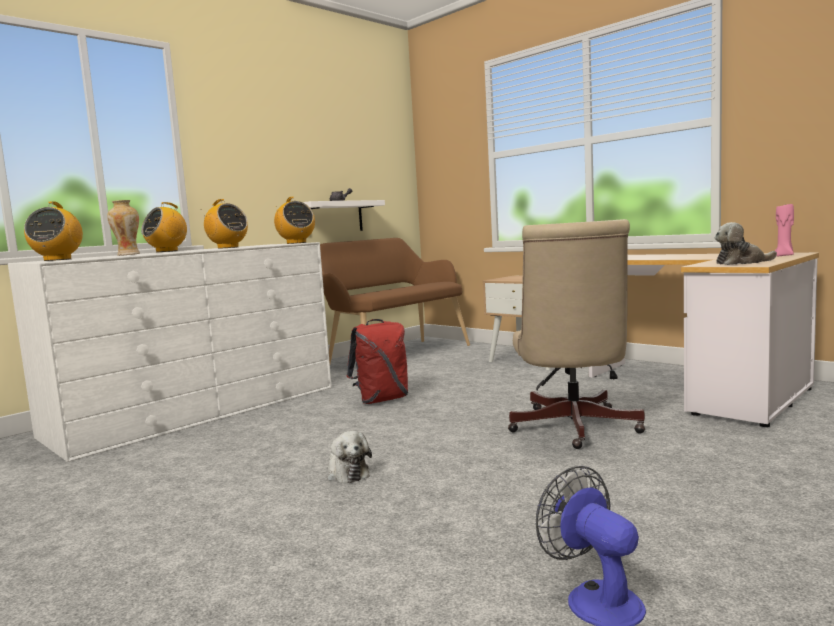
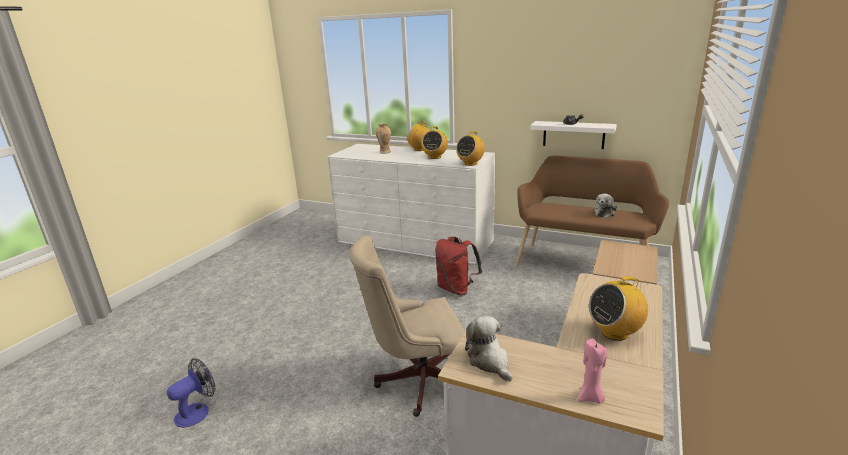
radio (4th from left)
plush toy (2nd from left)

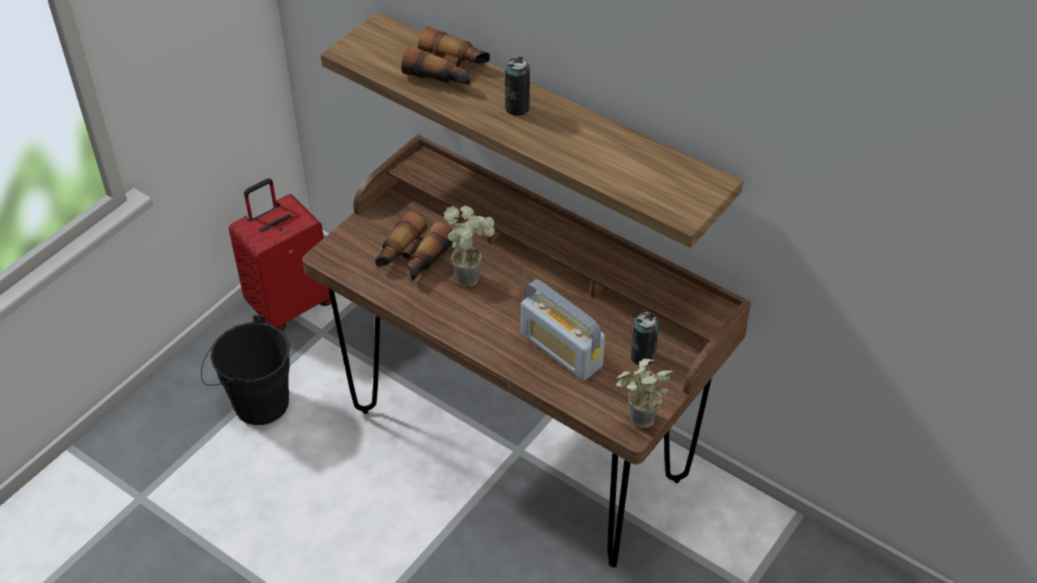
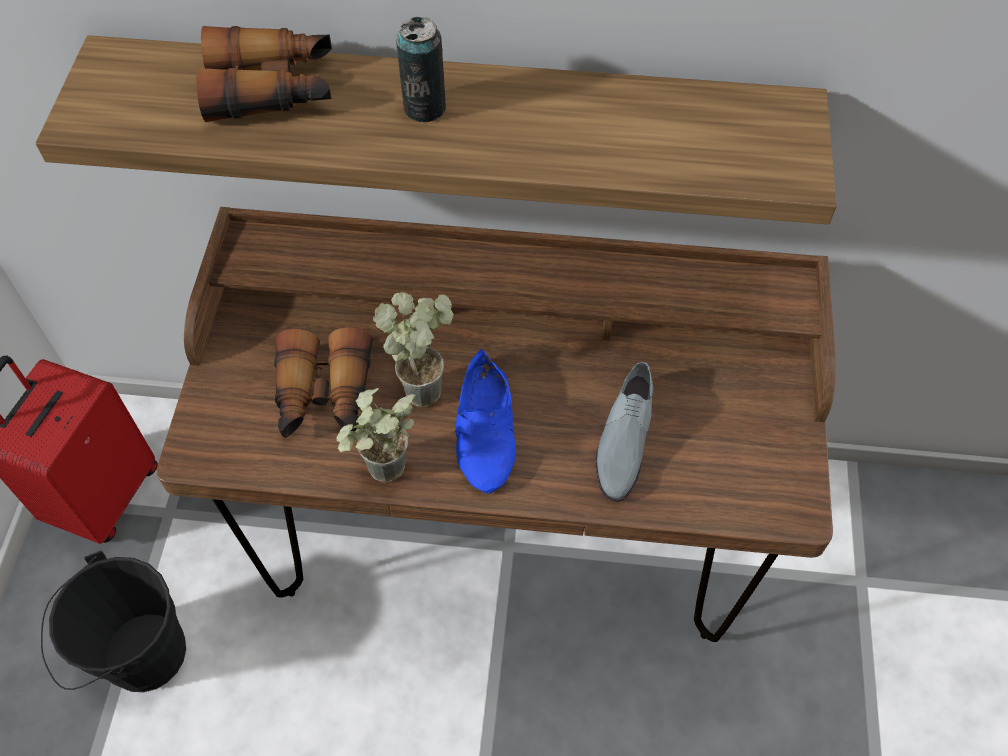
grey shoe
can (2nd from left in the first image)
potted plant (1st from left)
blue shoe

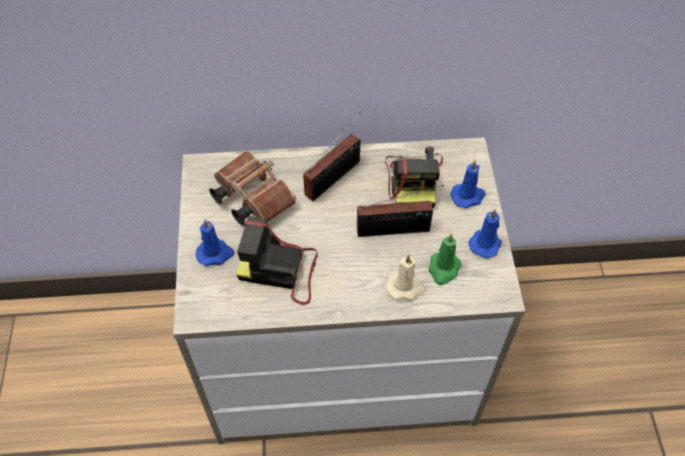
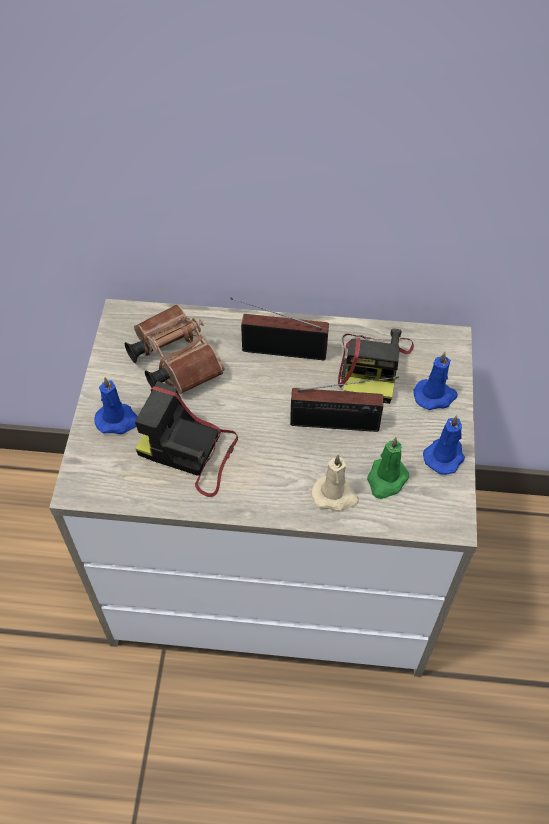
radio (1st from left)

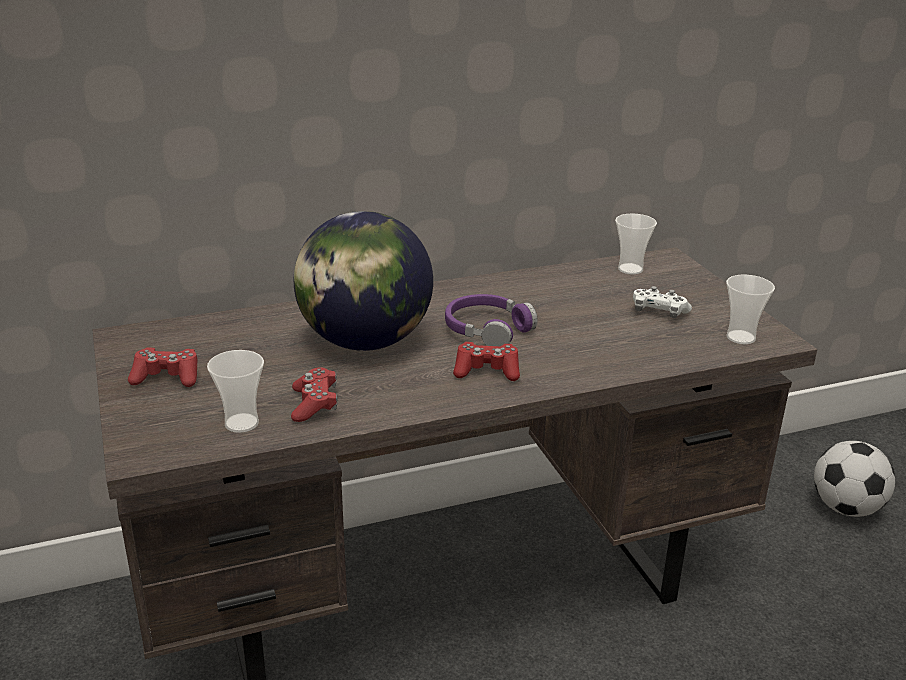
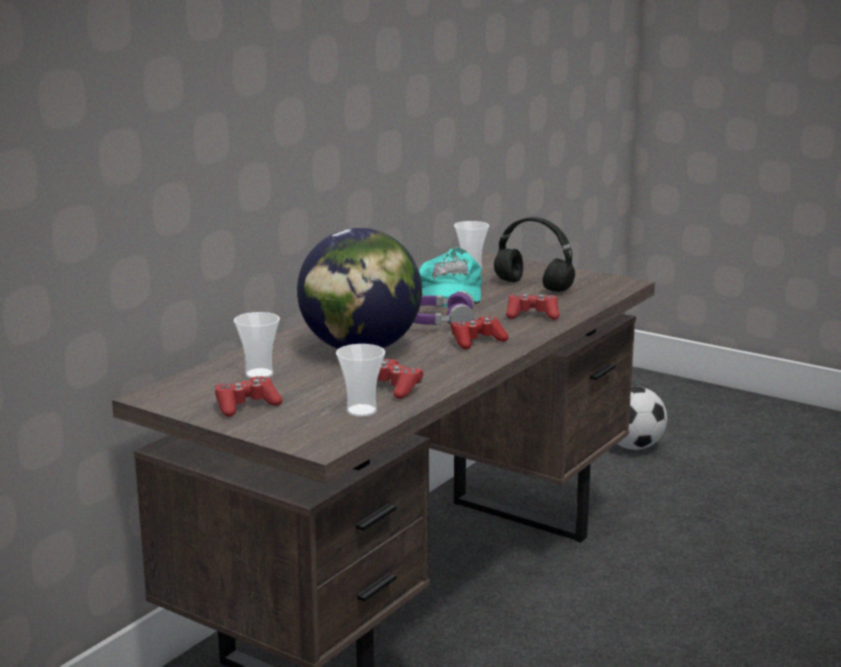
cup (1st from left)
black headphones
turquoise cap
red game controller (4th from left)

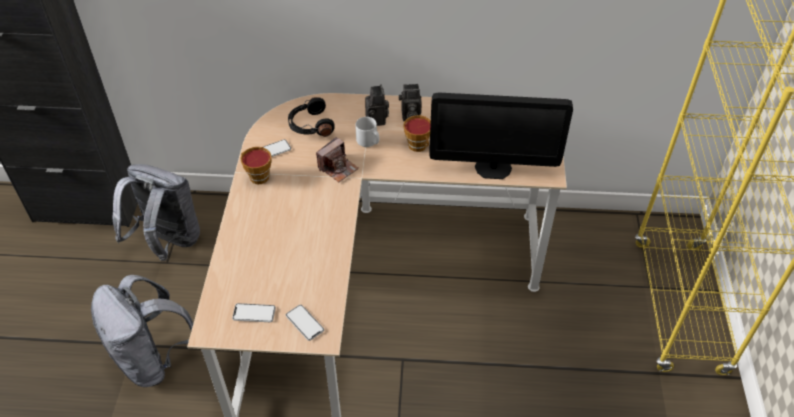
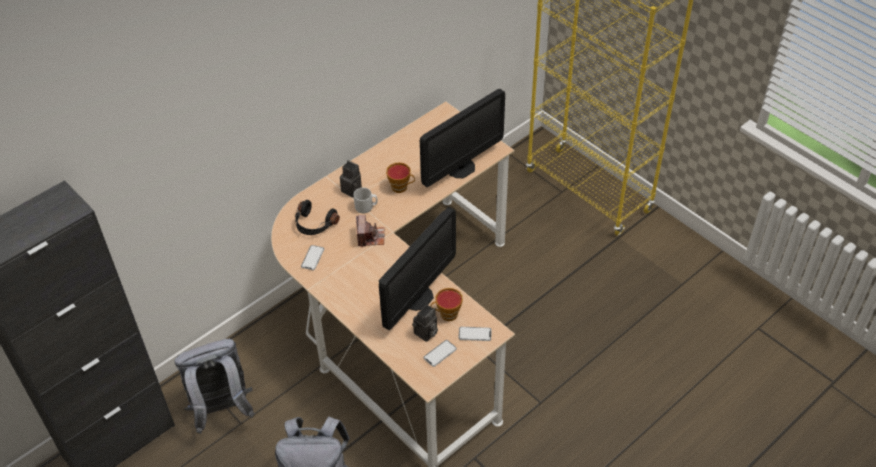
photo camera (3rd from left)
cup (2nd from left)
monitor (1st from left)

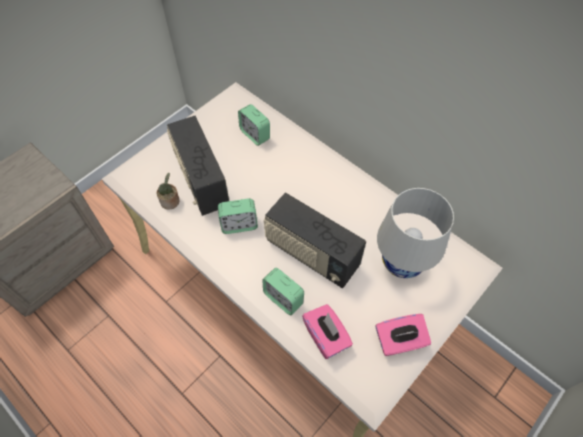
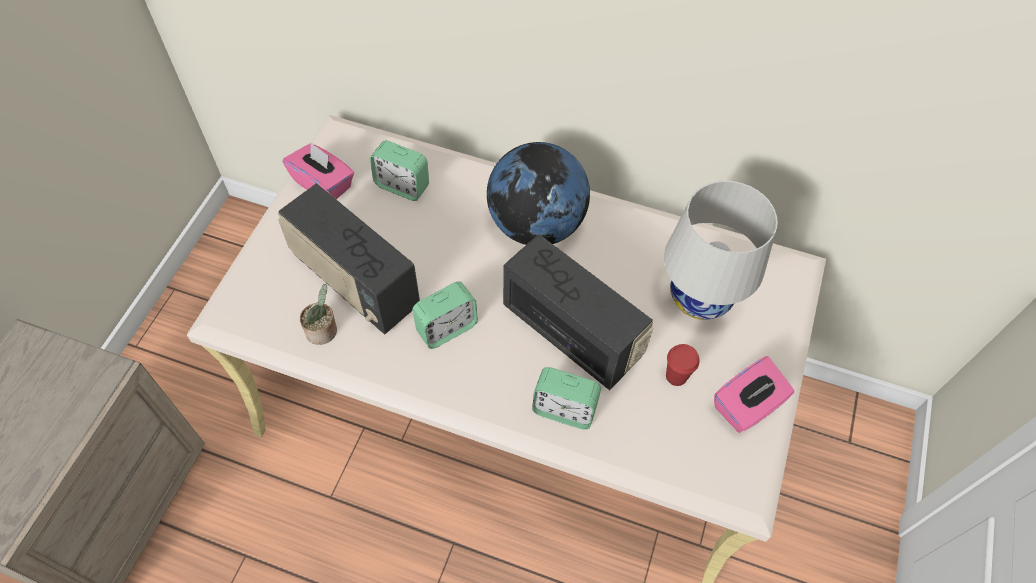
radio (2nd from left)
pink tissue box (1st from left)
globe
red cup

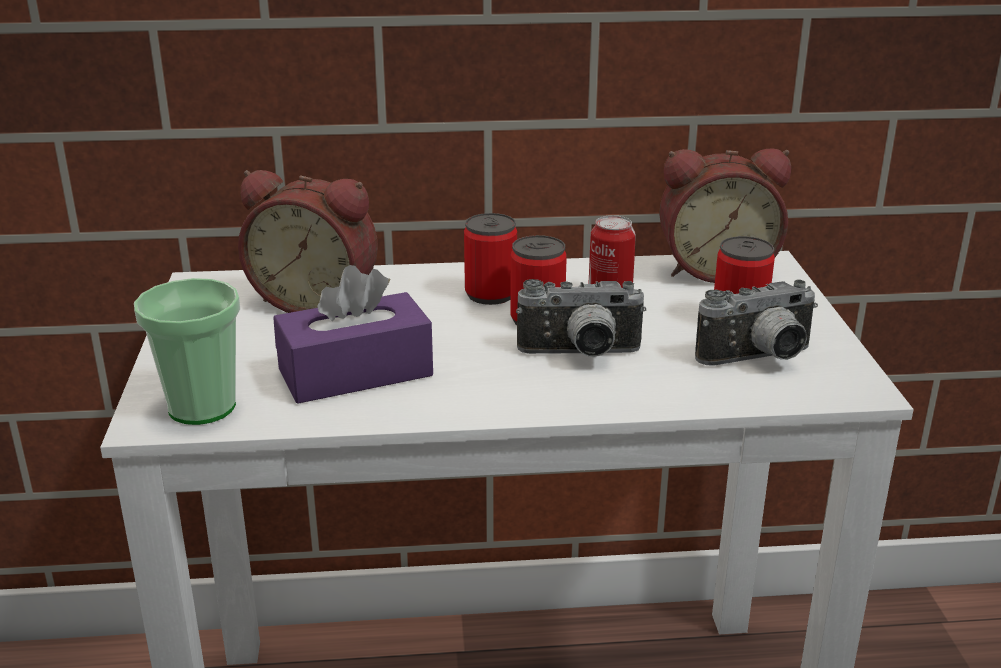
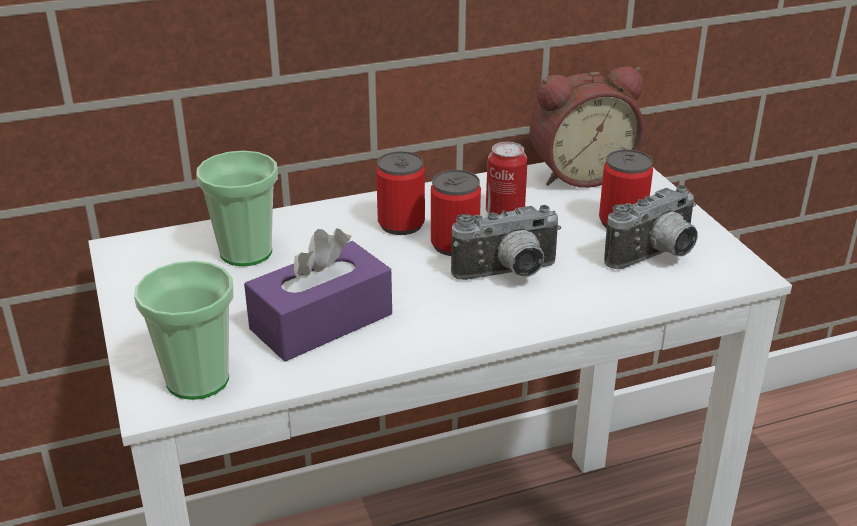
cup (2nd from left)

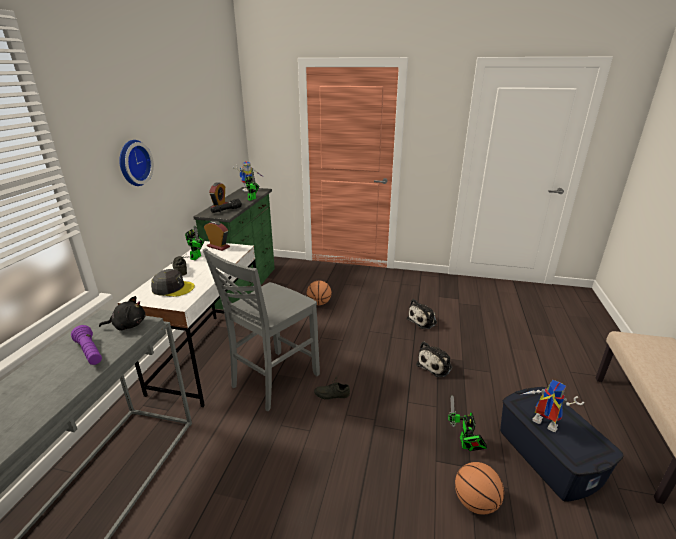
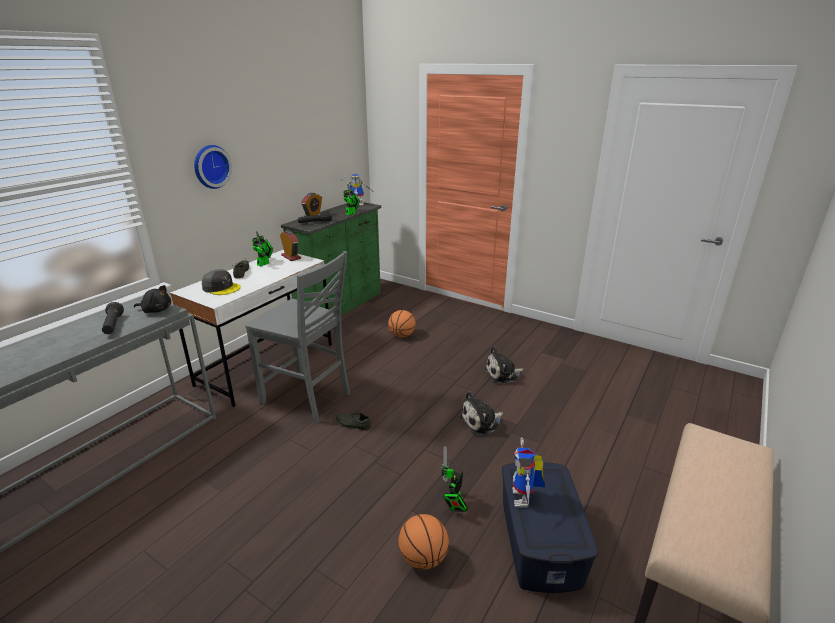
grey chair
black flashlight (1st from left)
toy robot (5th from left)

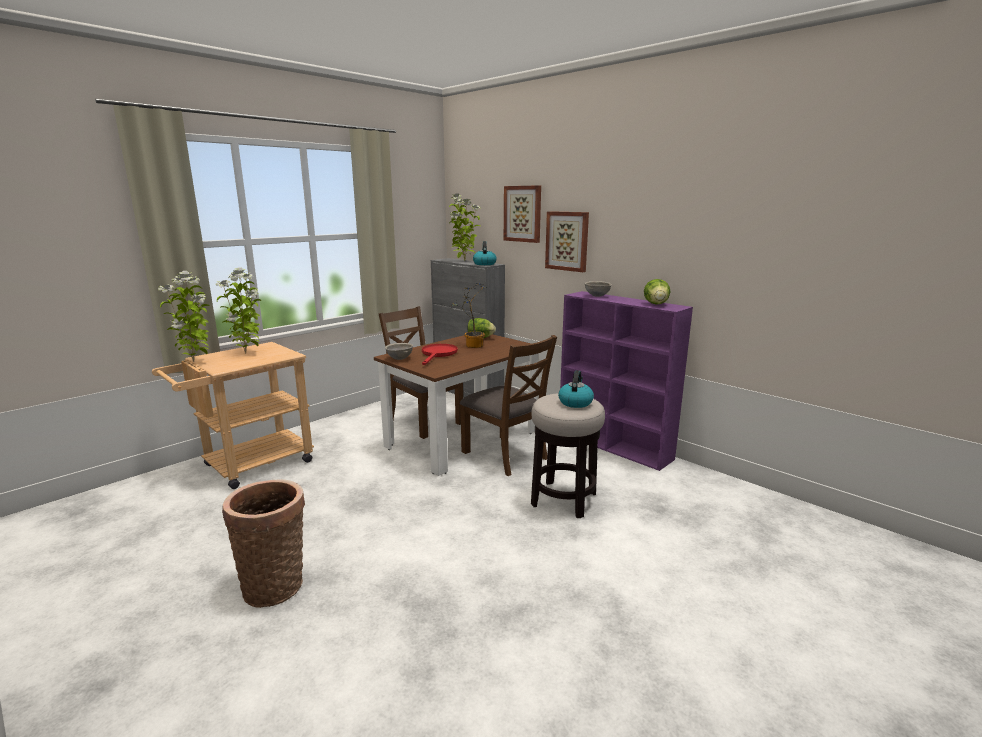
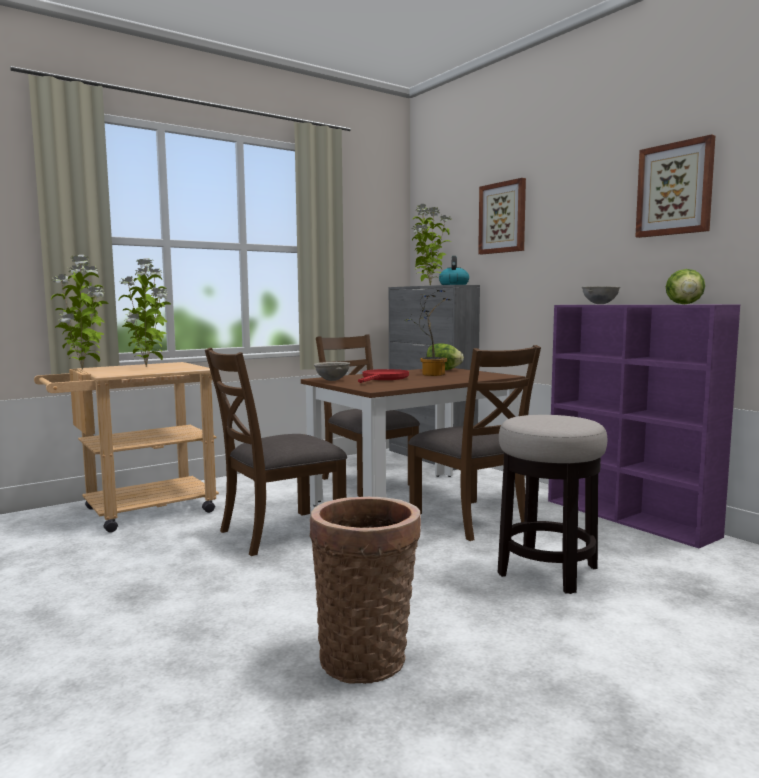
picture (2nd from left)
kettle (2nd from left in the first image)
basket
brown chair (1st from left)

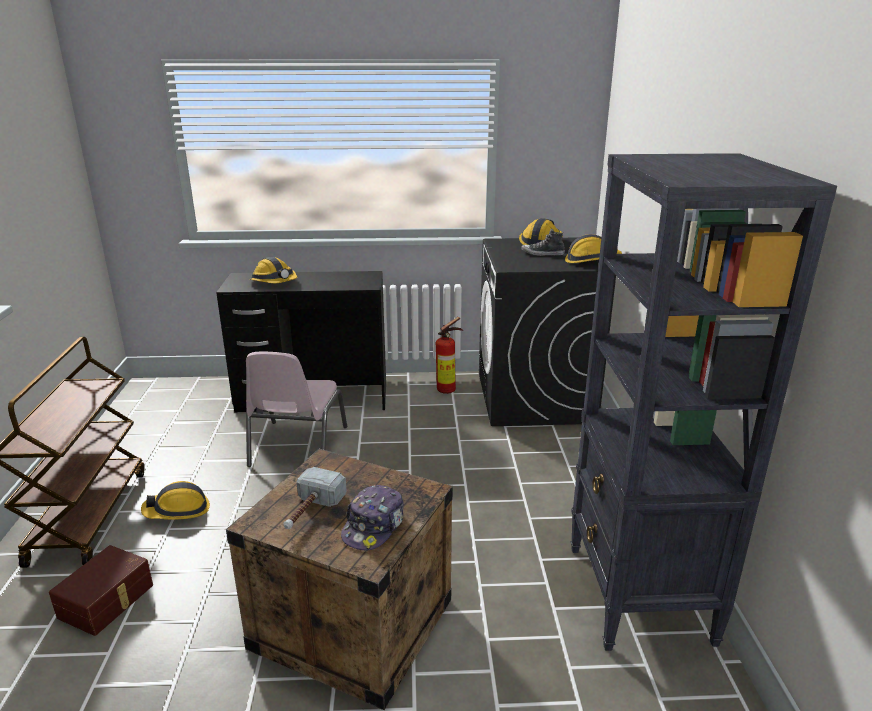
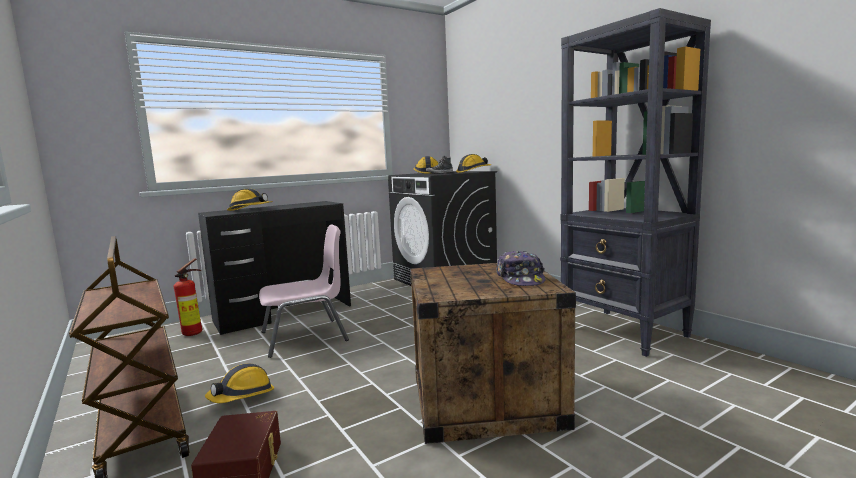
fire extinguisher
pink chair
hammer

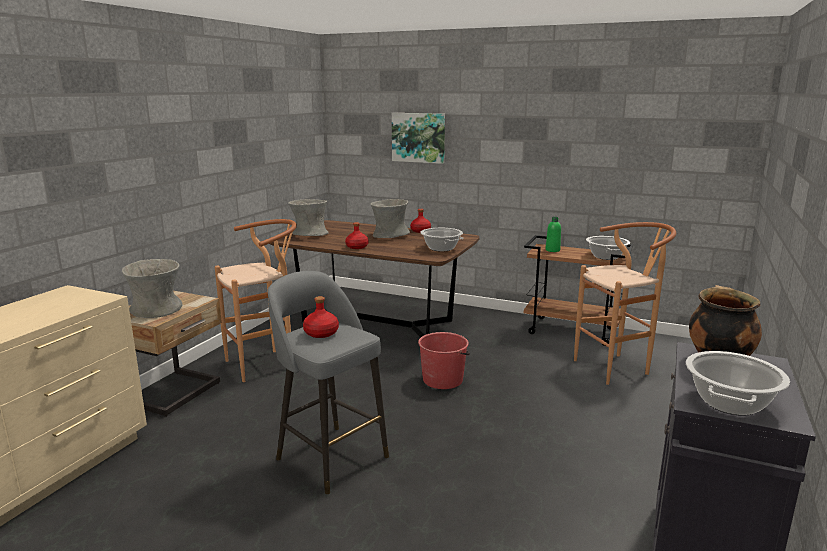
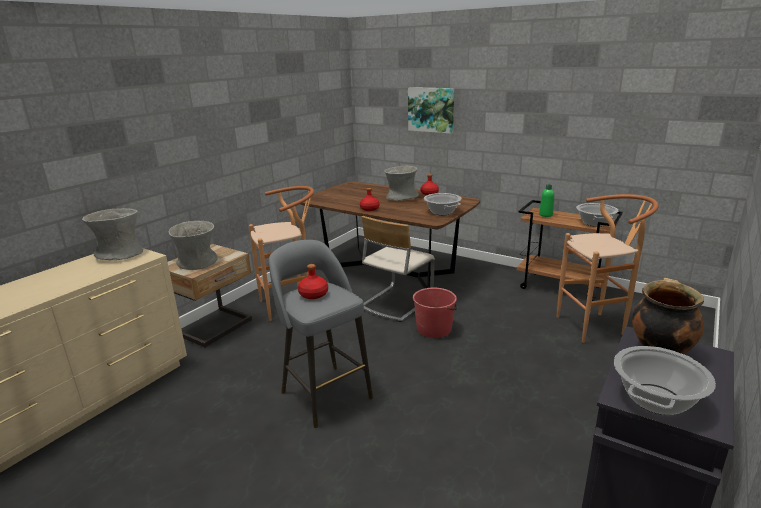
grey vase (1st from left)
beige chair

